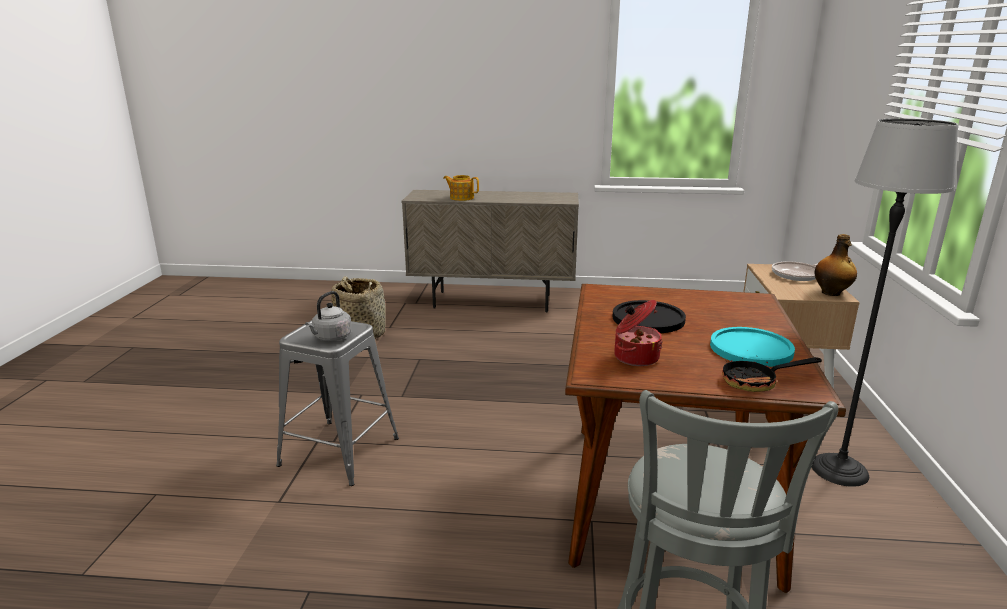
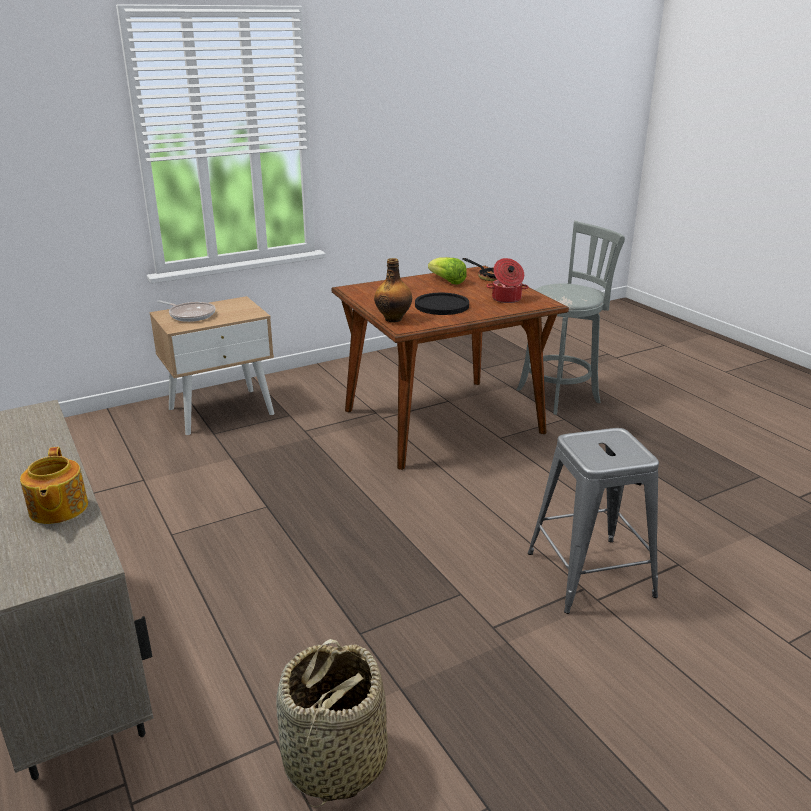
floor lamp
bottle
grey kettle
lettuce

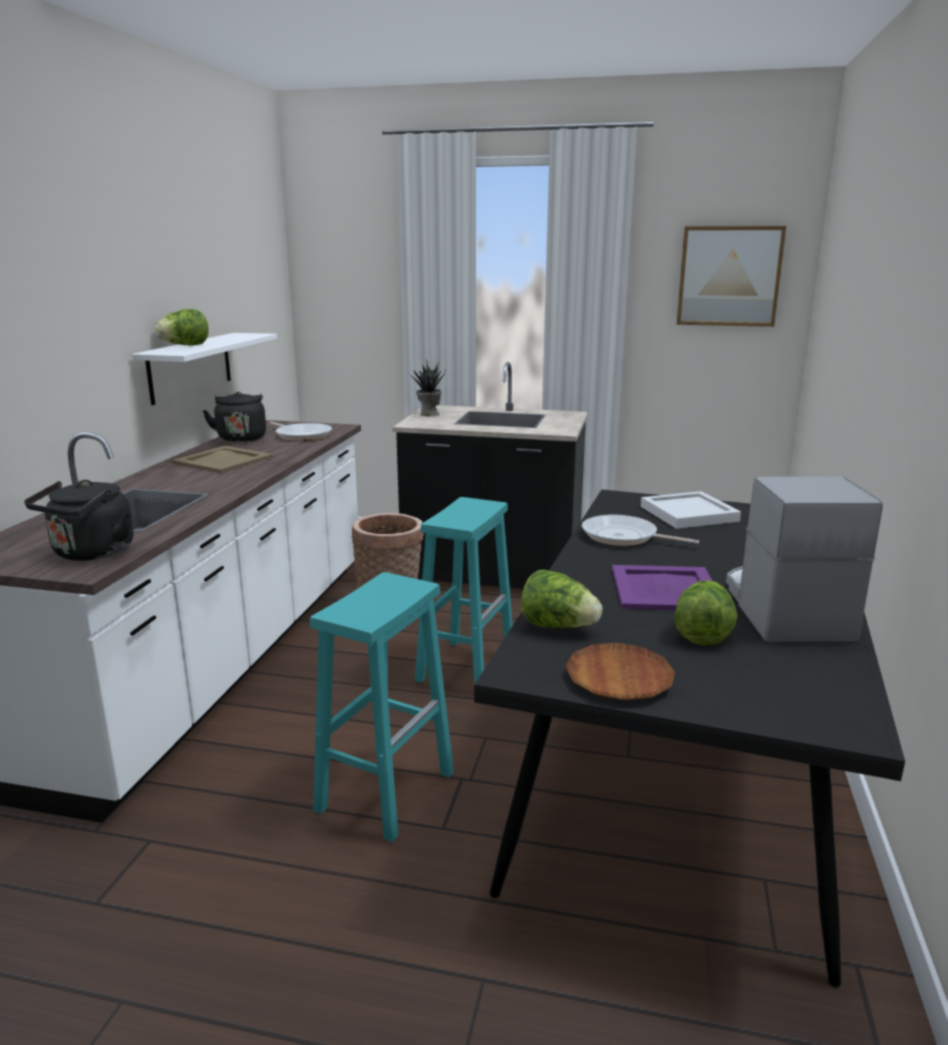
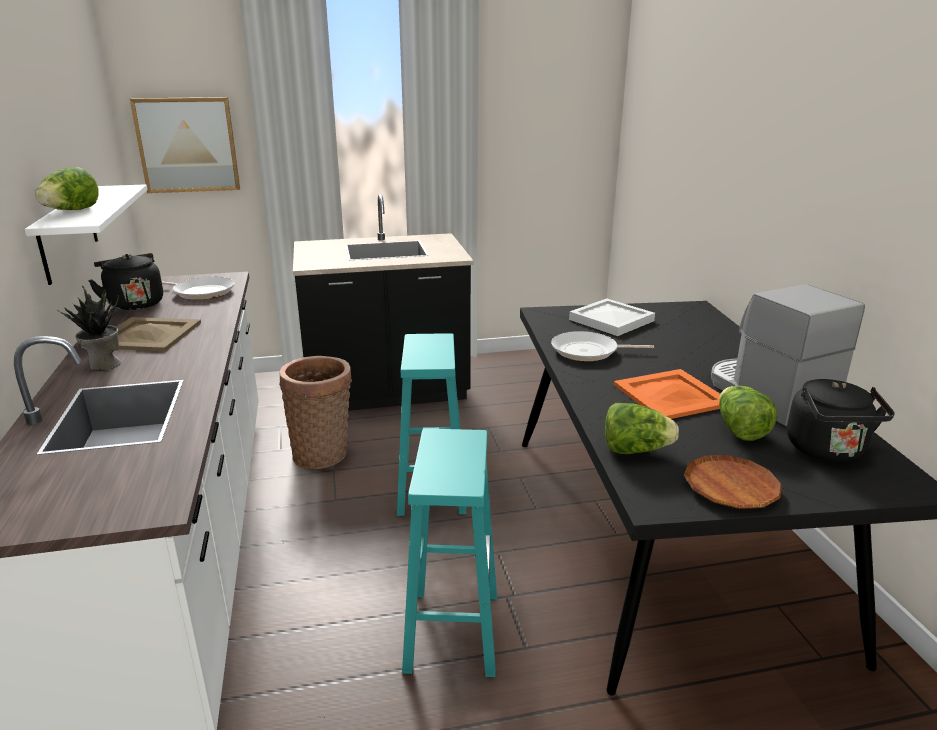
picture
potted plant
black kettle (2nd from left)
orange tray

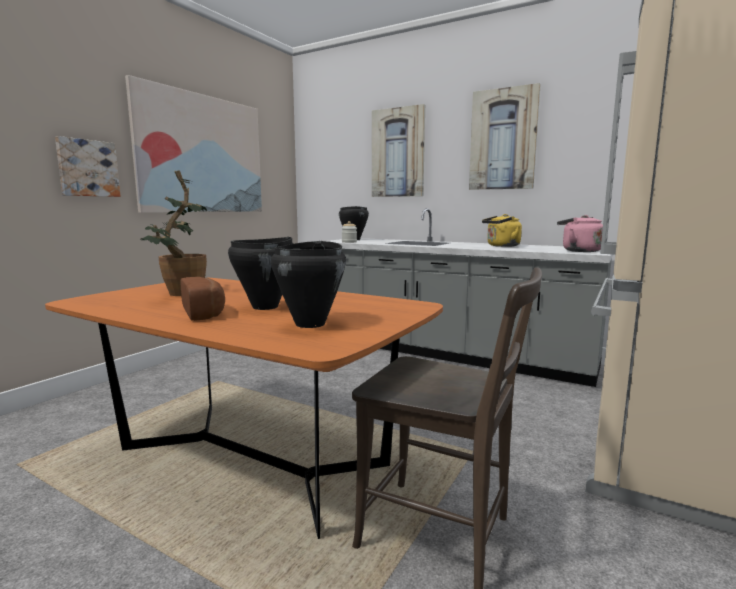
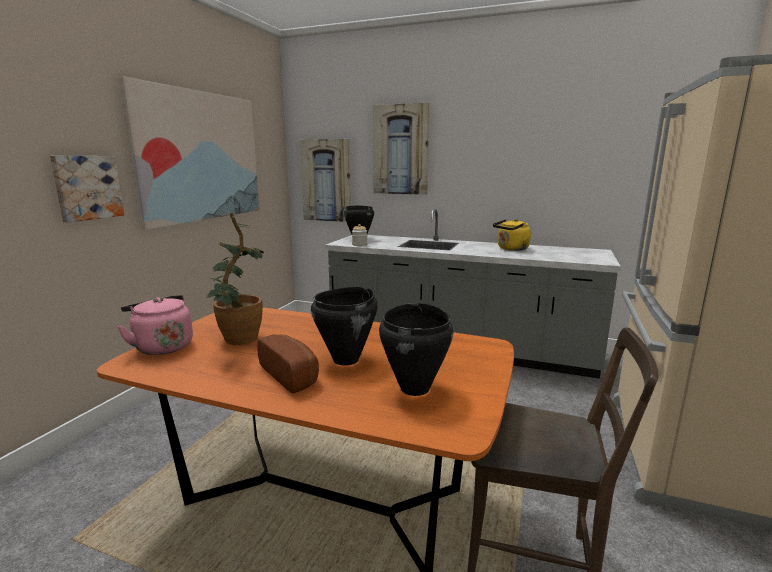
picture (3rd from left)
pink kettle

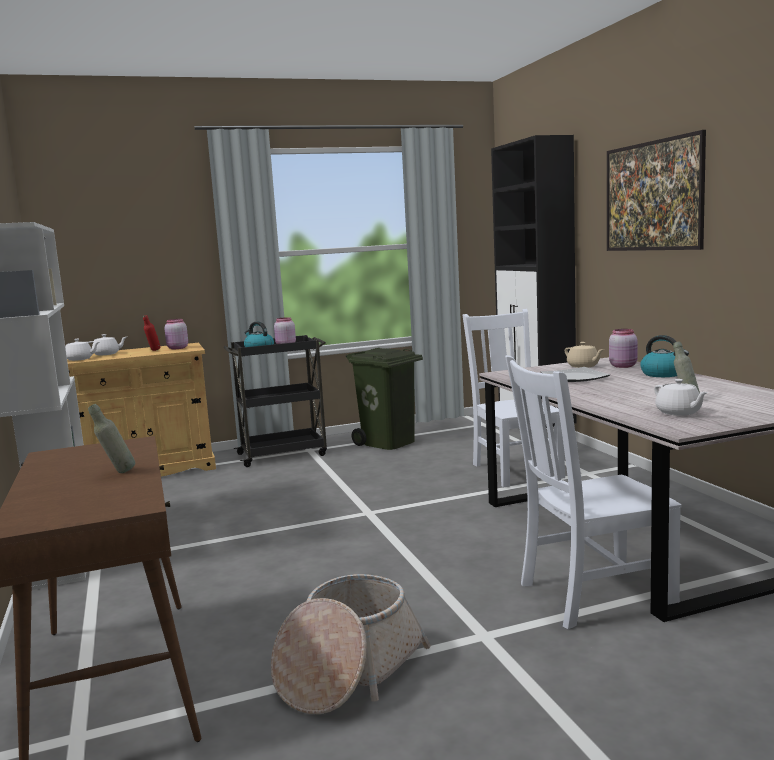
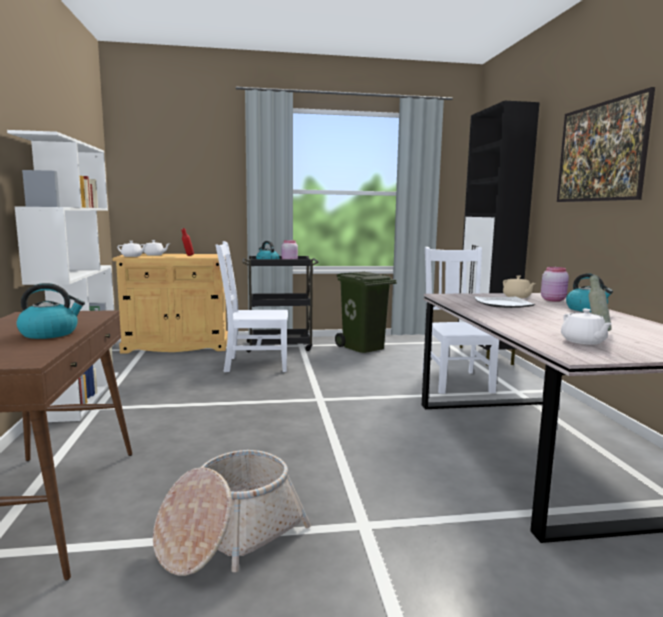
pink jar (1st from left in the first image)
white chair (1st from left)
kettle (1st from left)

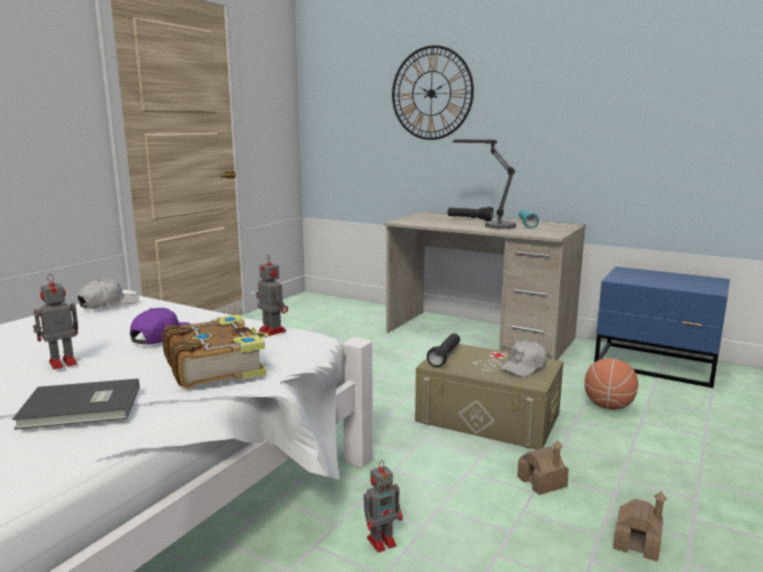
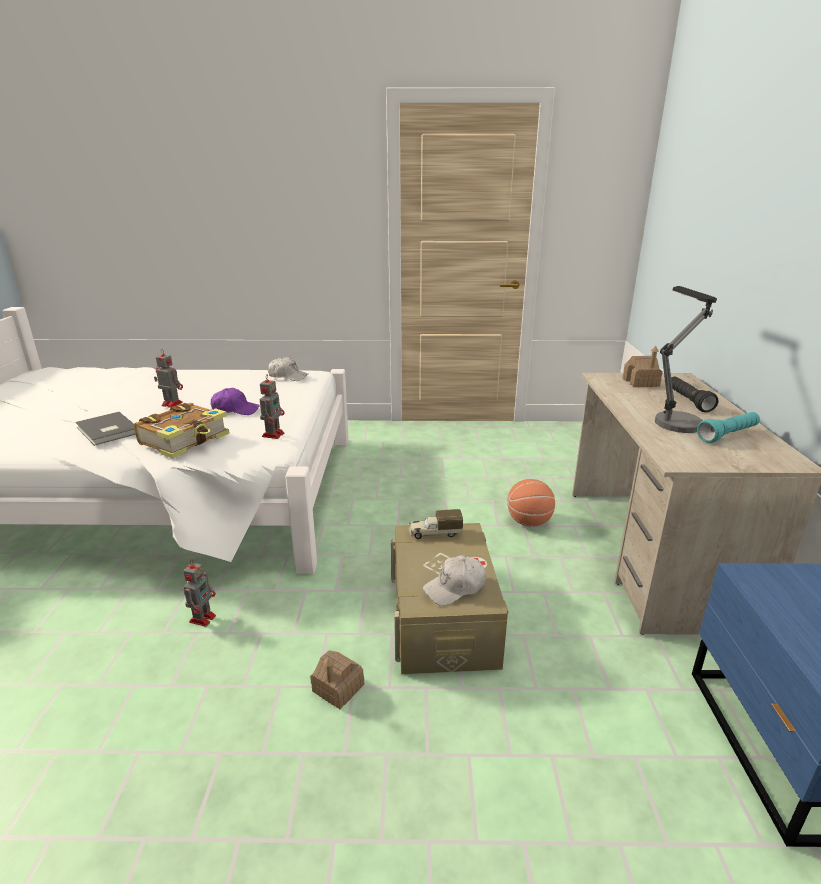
wall clock
toy truck
white cap (2nd from left)
basketball
toy robot (2nd from left)
toy house (2nd from left)

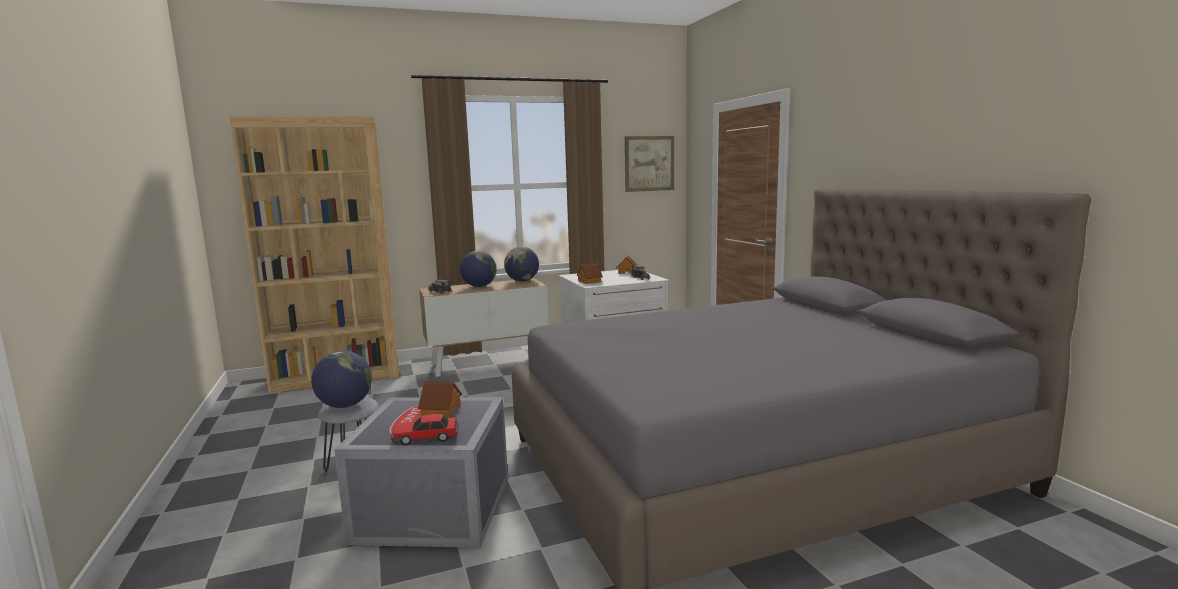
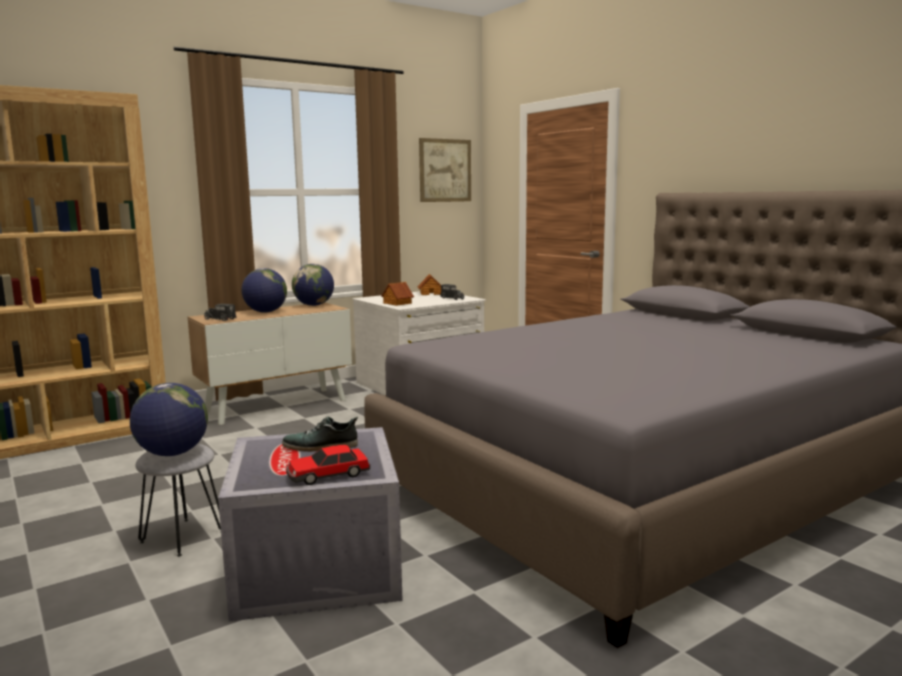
shoe

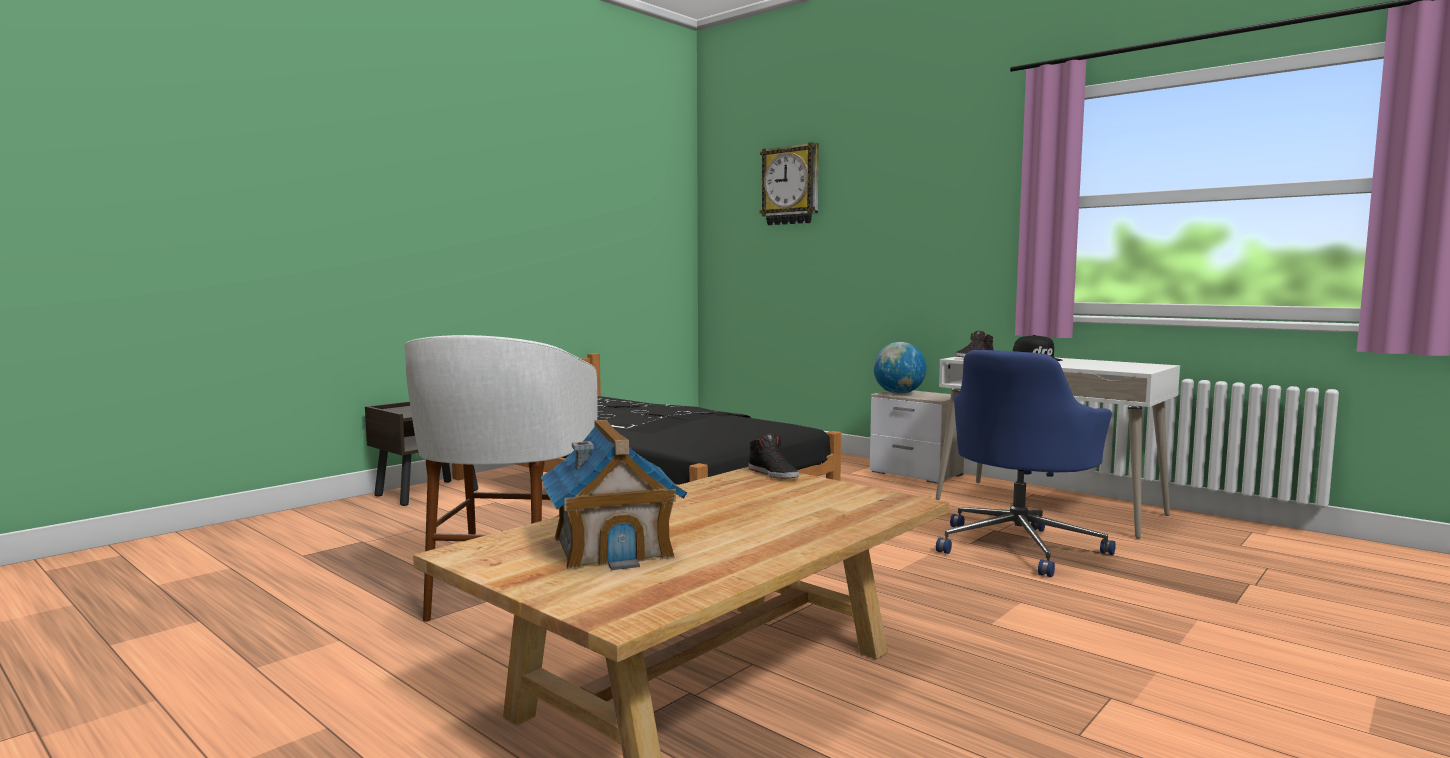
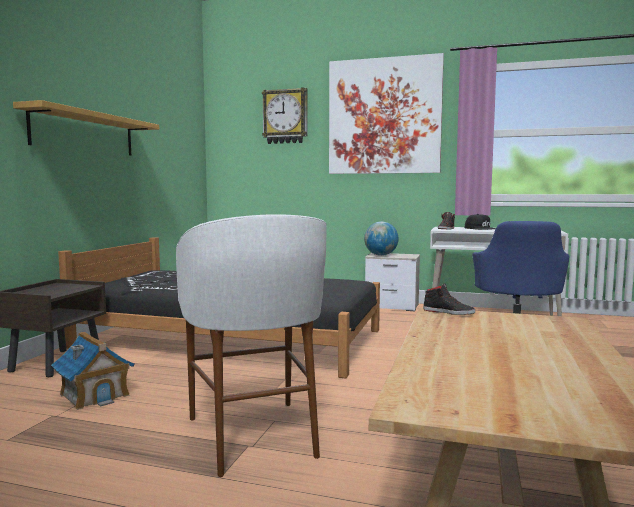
toy house
picture
shelf

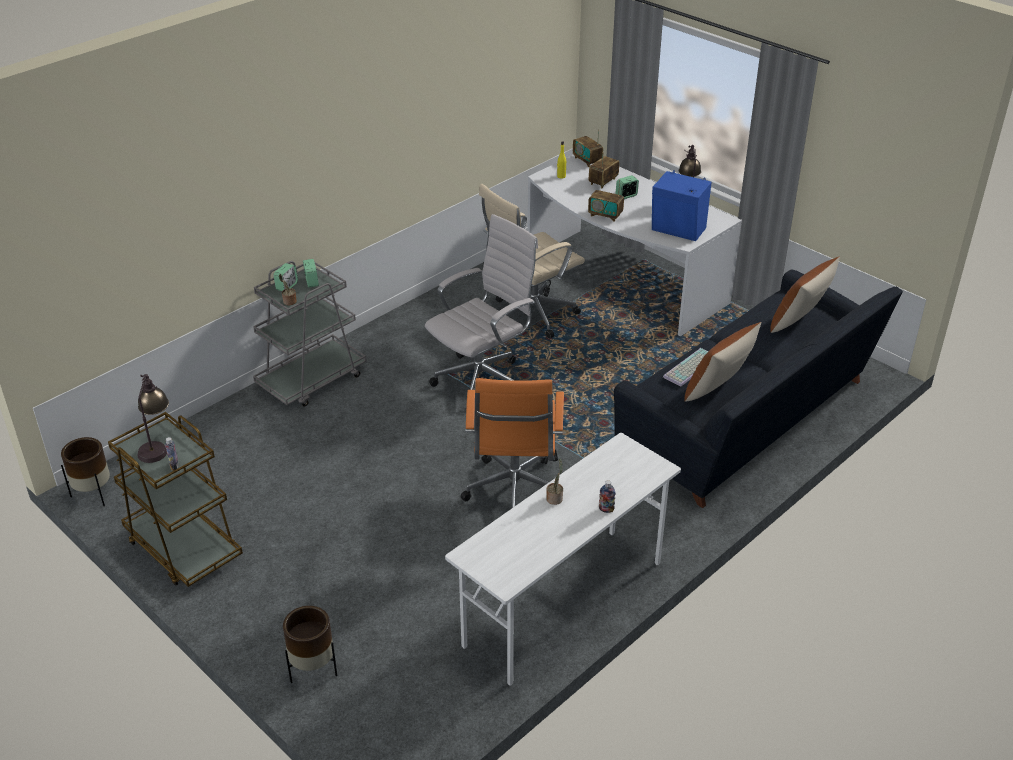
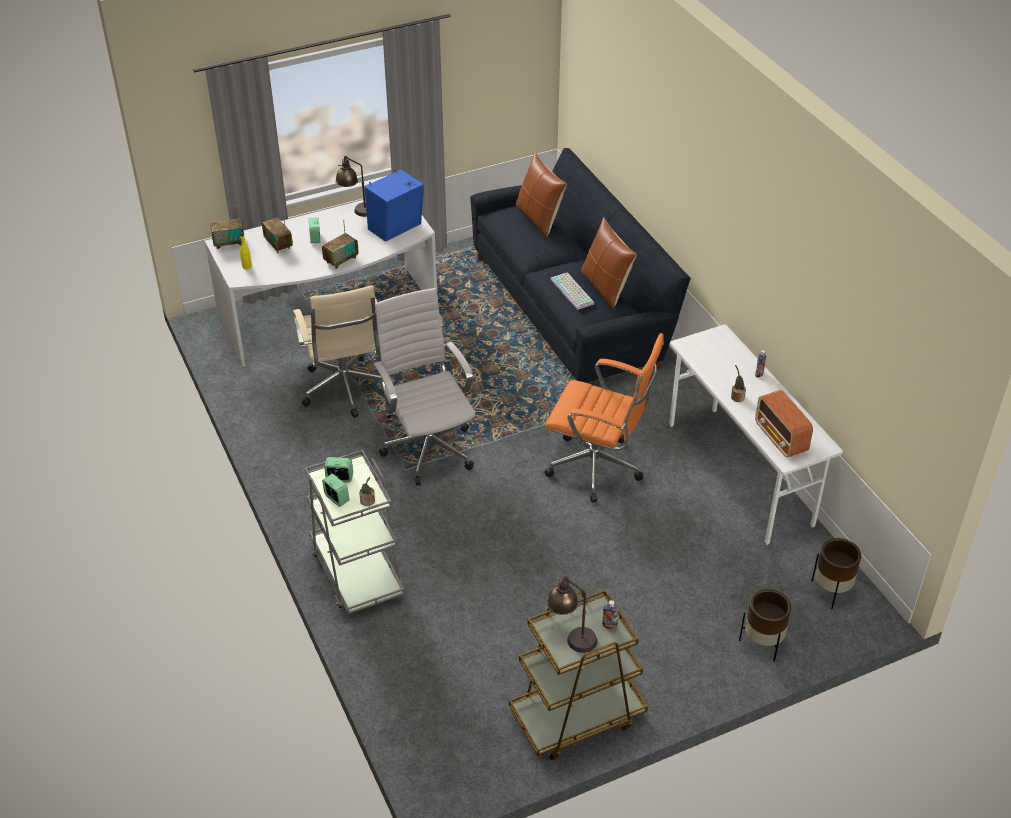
brown planter (2nd from left)
radio (4th from left)

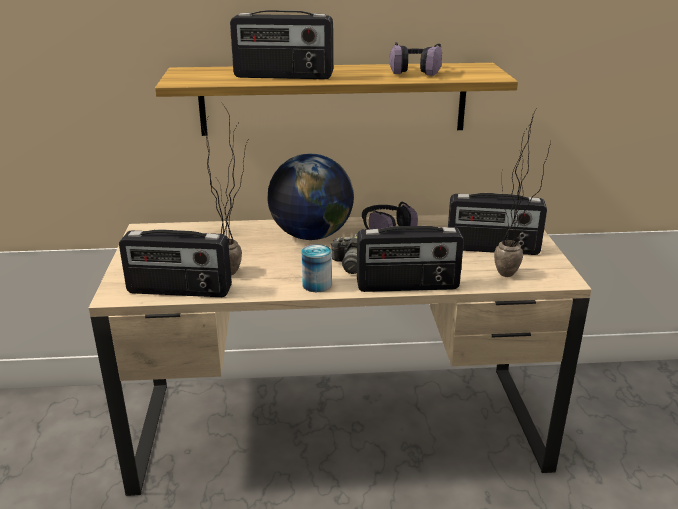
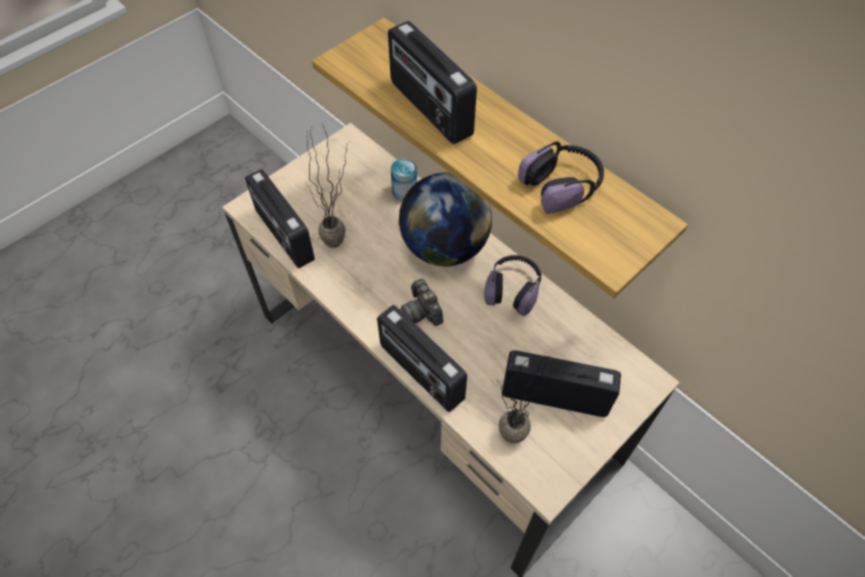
radio (4th from left)
can

